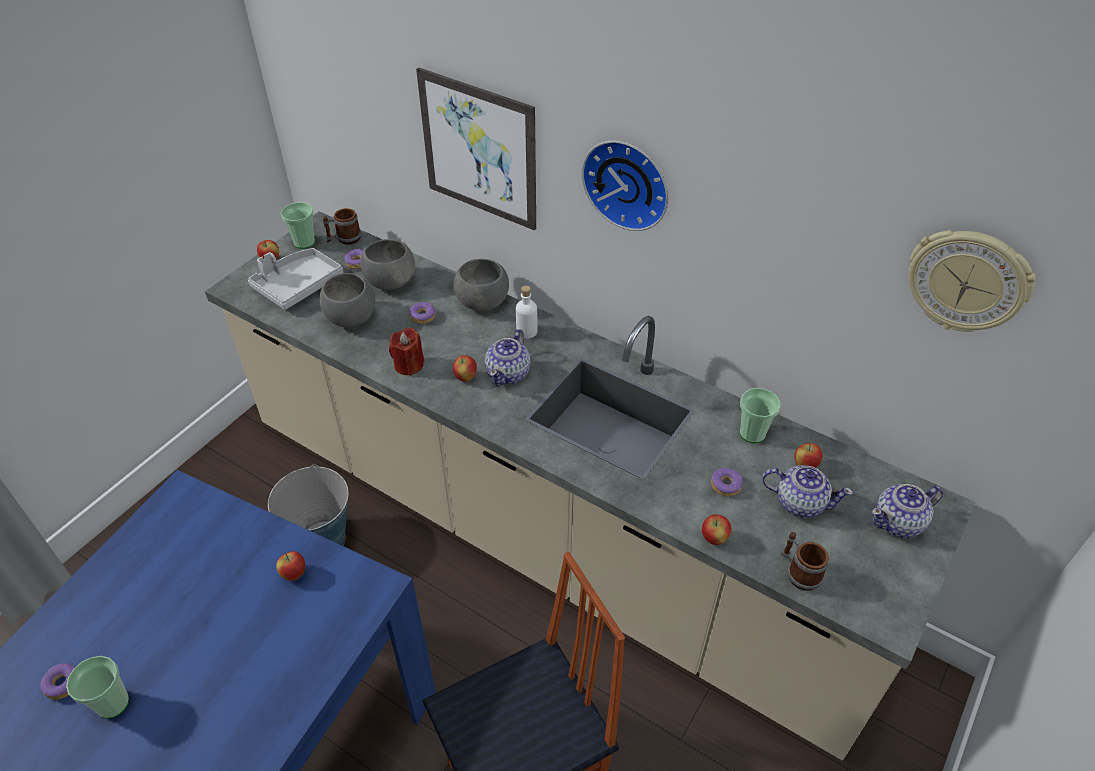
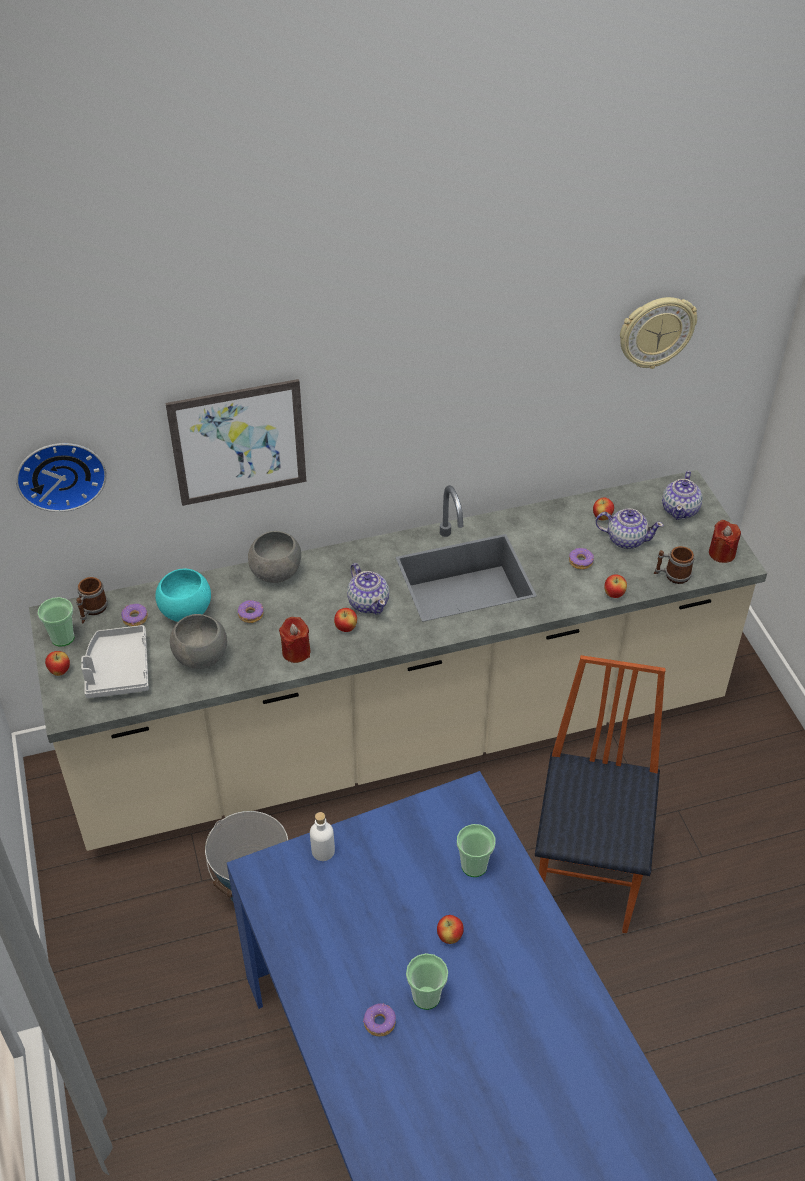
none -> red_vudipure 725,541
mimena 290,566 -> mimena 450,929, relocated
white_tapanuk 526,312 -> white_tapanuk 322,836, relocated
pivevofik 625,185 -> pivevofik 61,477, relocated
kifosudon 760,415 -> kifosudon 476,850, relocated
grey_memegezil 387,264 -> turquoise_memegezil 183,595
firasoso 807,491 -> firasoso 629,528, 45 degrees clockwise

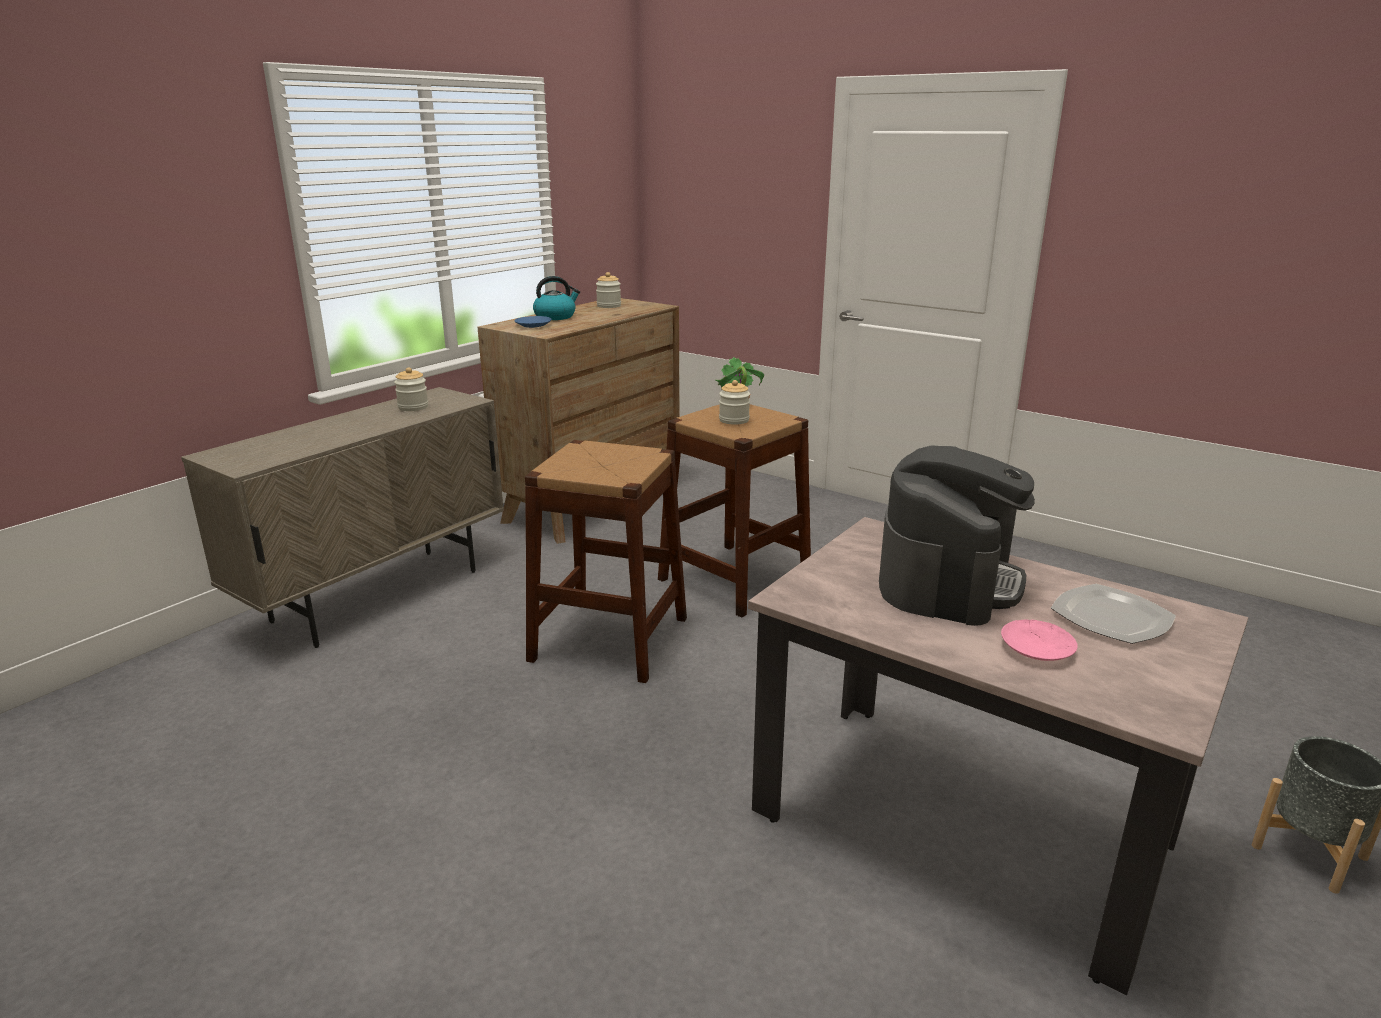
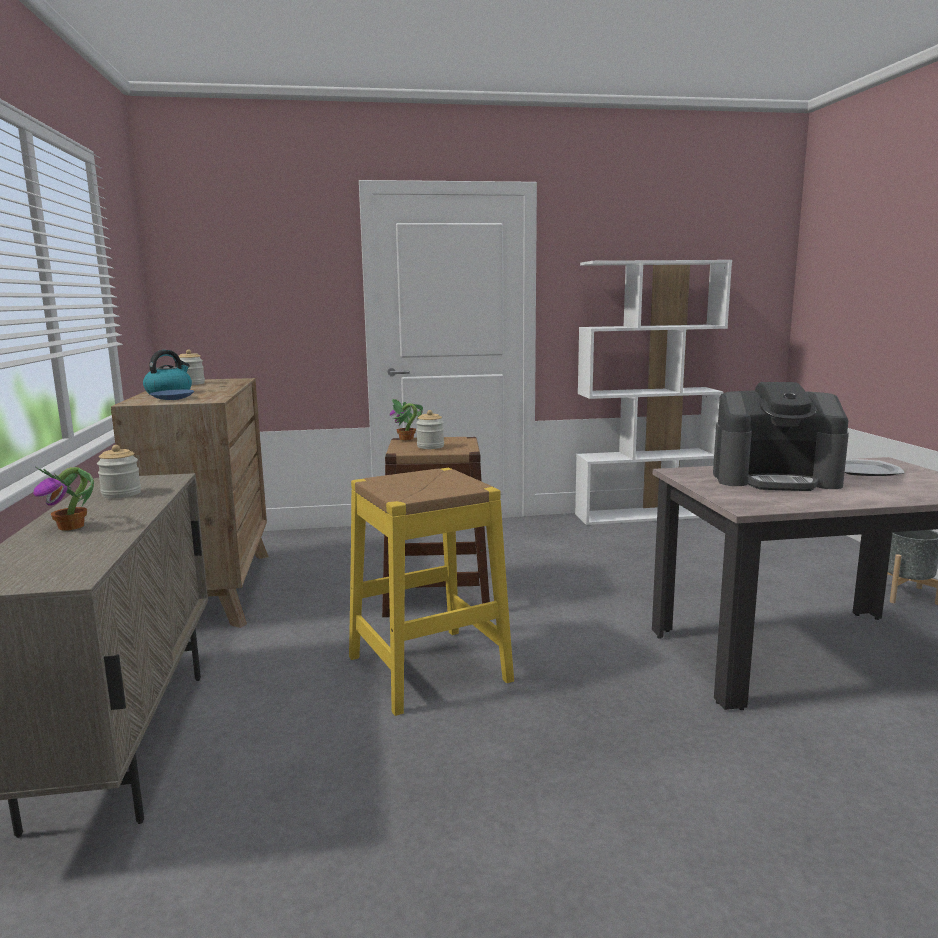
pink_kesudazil 1039,640 -> none
none -> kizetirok 63,499
none -> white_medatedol 653,392
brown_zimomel 606,561 -> yellow_zimomel 431,592
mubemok 957,535 -> mubemok 781,436, 120 degrees clockwise

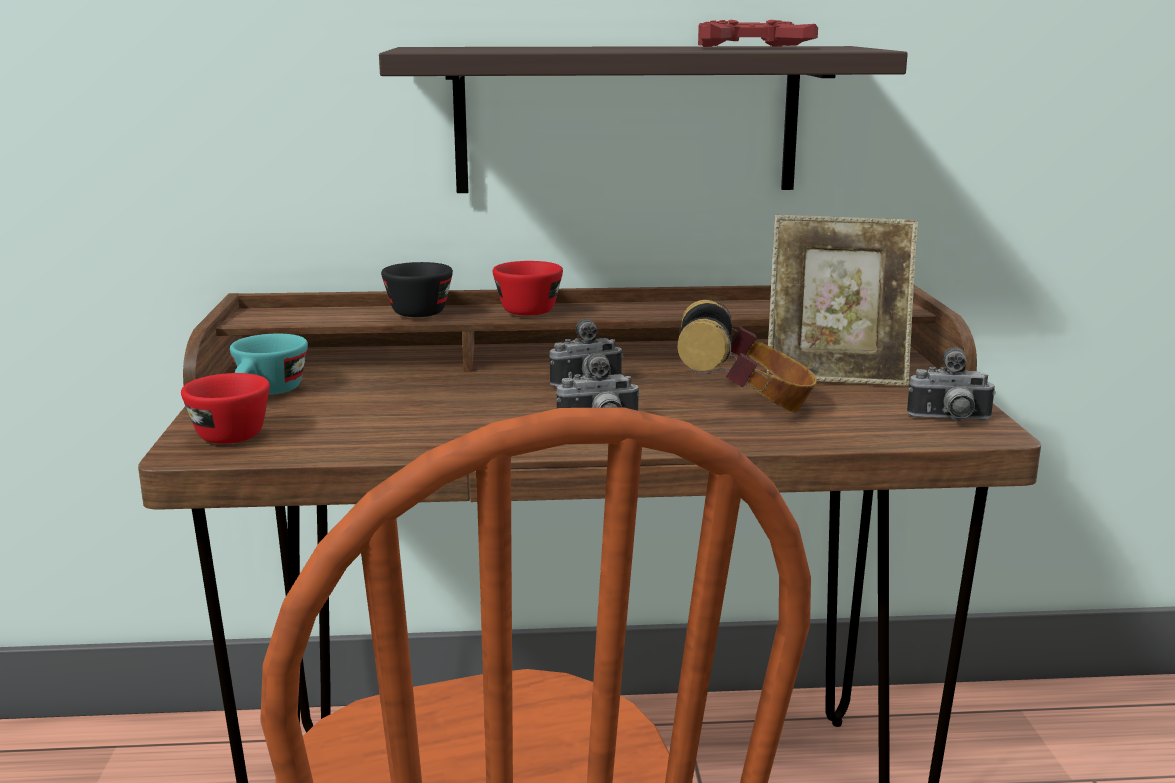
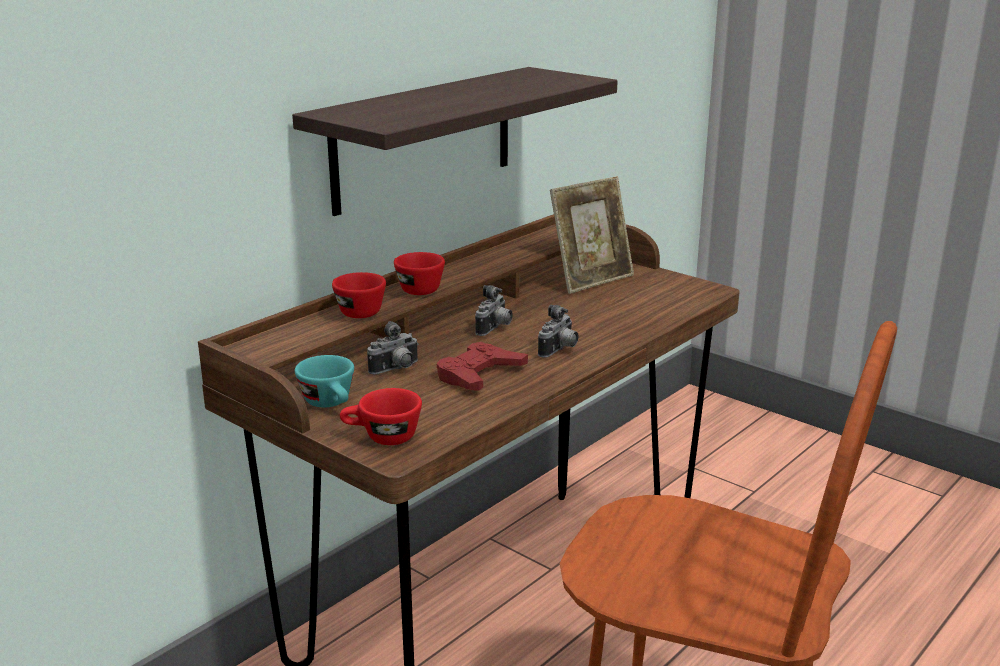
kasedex 747,356 -> none
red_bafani 758,33 -> red_bafani 482,366, relocated
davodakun 951,384 -> davodakun 393,348, relocated
black_kifosudon 417,289 -> red_kifosudon 359,295

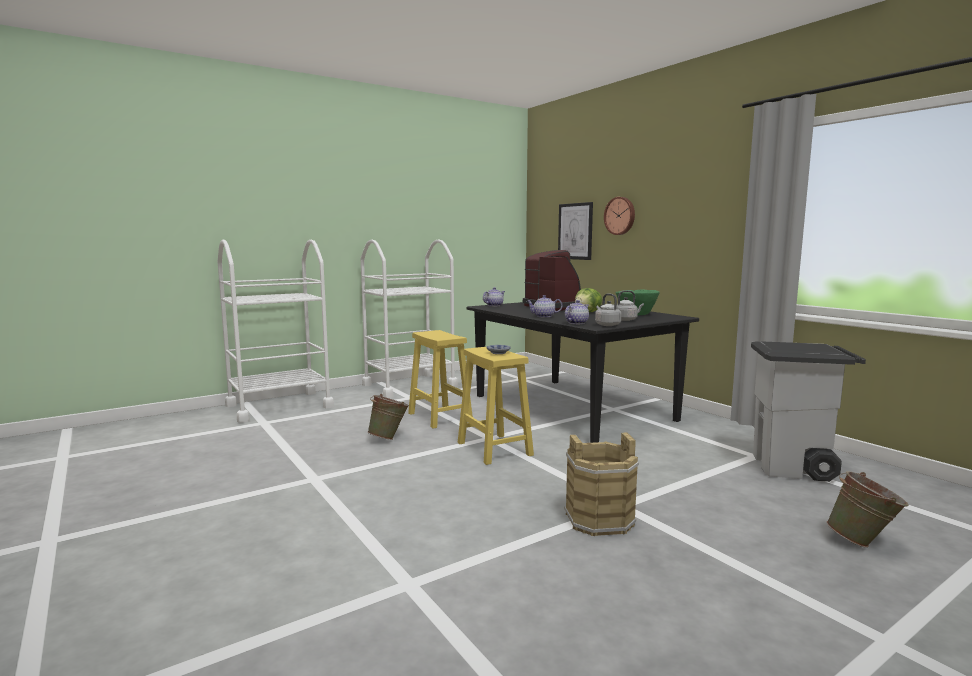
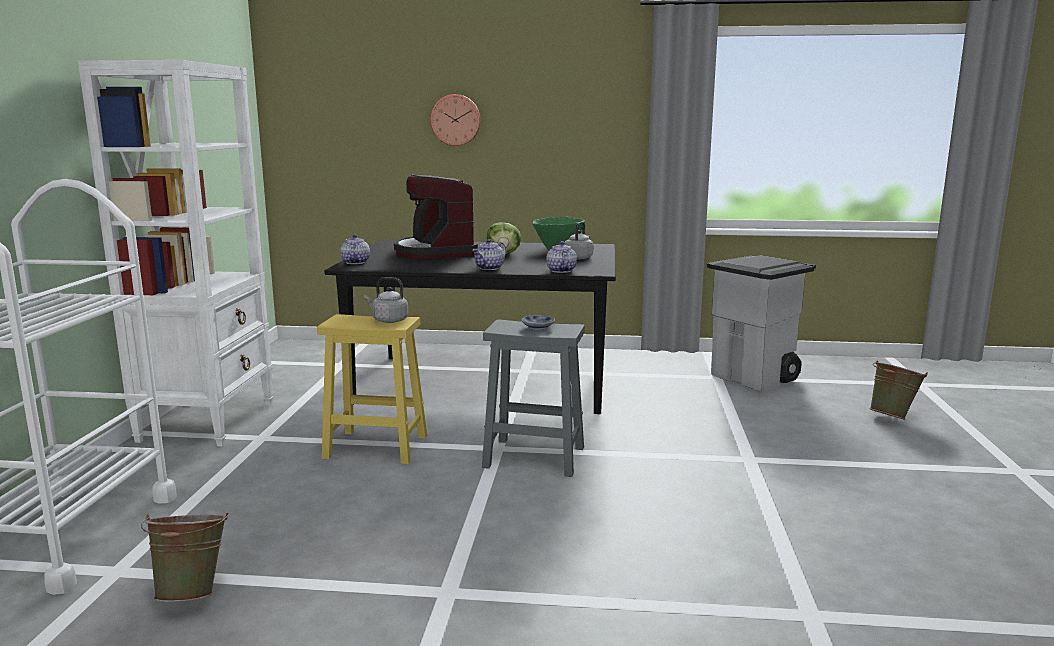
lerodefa 575,231 -> none
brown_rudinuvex 602,484 -> none
green_rudinuvex 388,417 -> green_rudinuvex 184,557, relocated
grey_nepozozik 608,310 -> grey_nepozozik 386,300, relocated
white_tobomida 409,318 -> white_medatedol 175,253
yellow_zimomel 496,406 -> grey_zimomel 533,398
mubemok 552,280 -> mubemok 436,216, 120 degrees counterclockwise

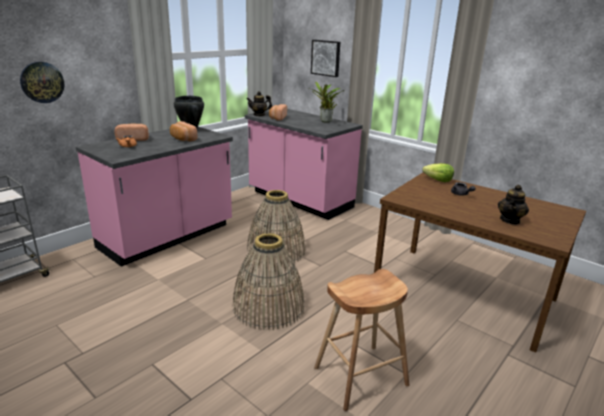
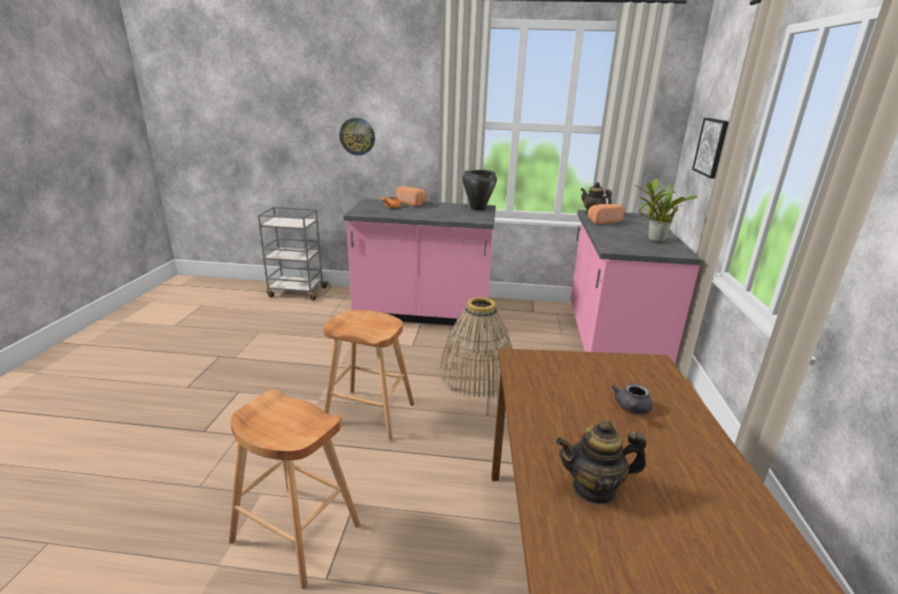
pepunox 183,131 -> none
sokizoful 438,172 -> none
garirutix 269,281 -> brown_zimomel 368,375

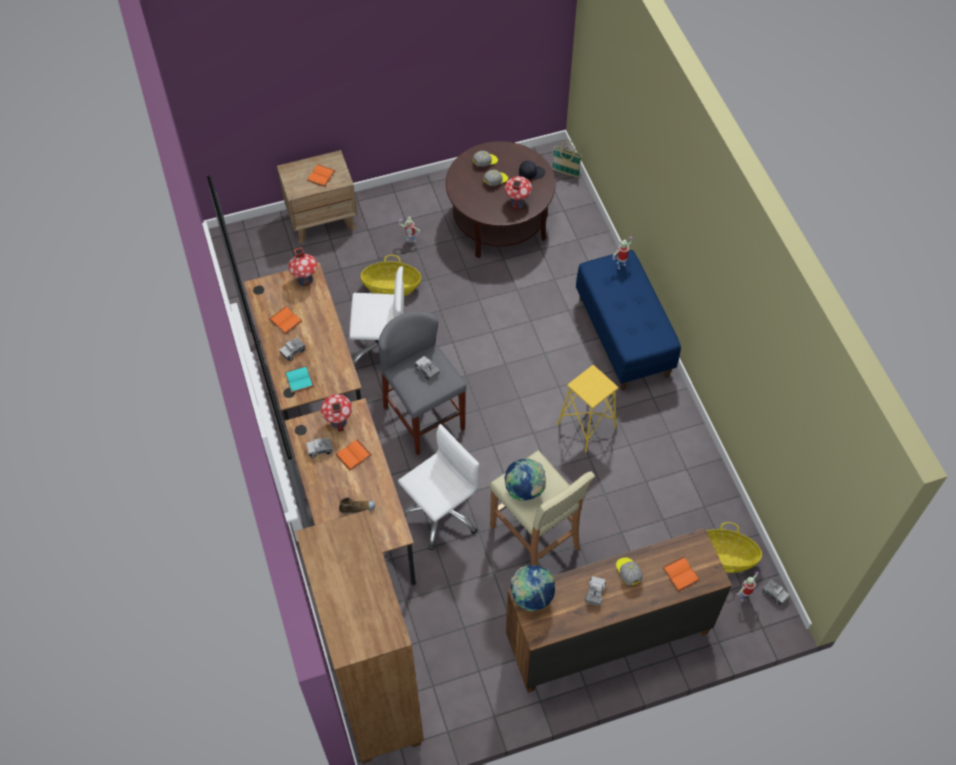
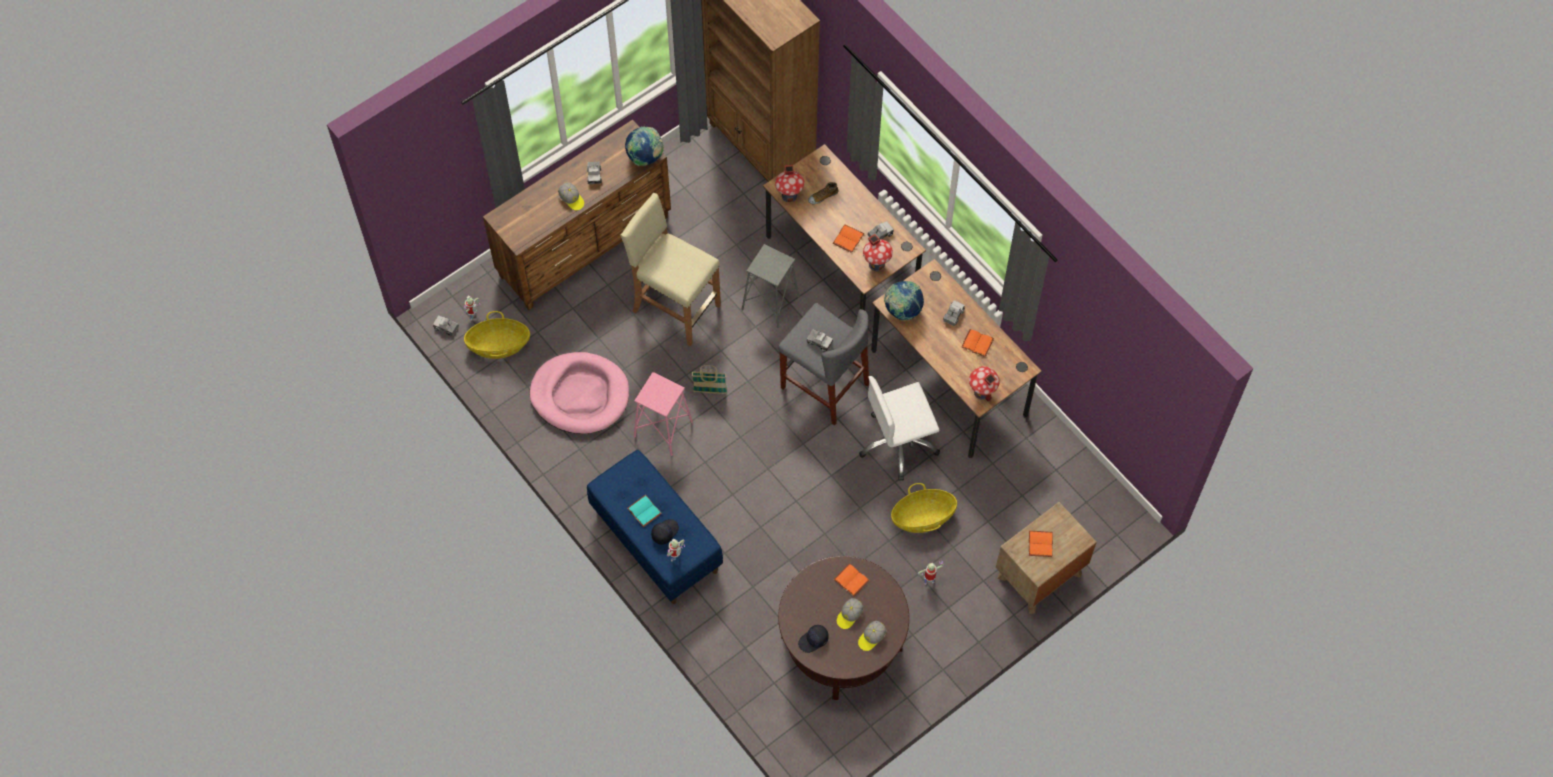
none -> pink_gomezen 579,393
none -> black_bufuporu 665,532
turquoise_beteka 299,379 -> turquoise_beteka 644,511, relocated
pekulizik 518,193 -> pekulizik 789,183, relocated
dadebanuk 525,479 -> dadebanuk 904,300, relocated
garirutix 567,158 -> garirutix 709,379, relocated
orange_beteka 681,574 -> orange_beteka 852,580, relocated
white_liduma 438,487 -> grey_zimomel 770,286
yellow_zimomel 588,408 -> pink_zimomel 663,414

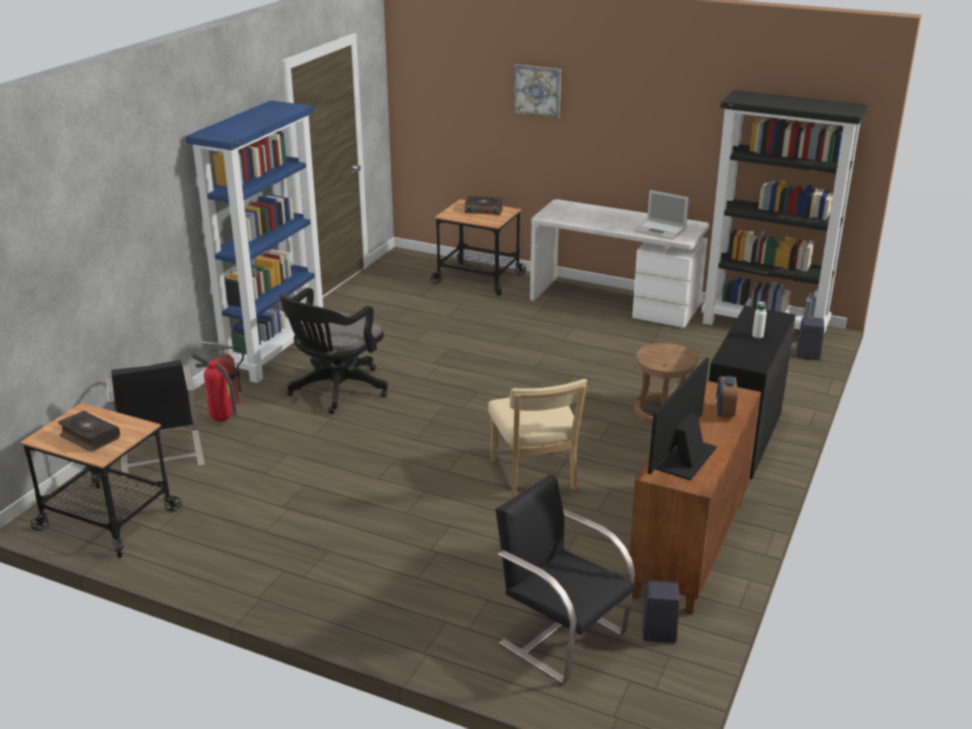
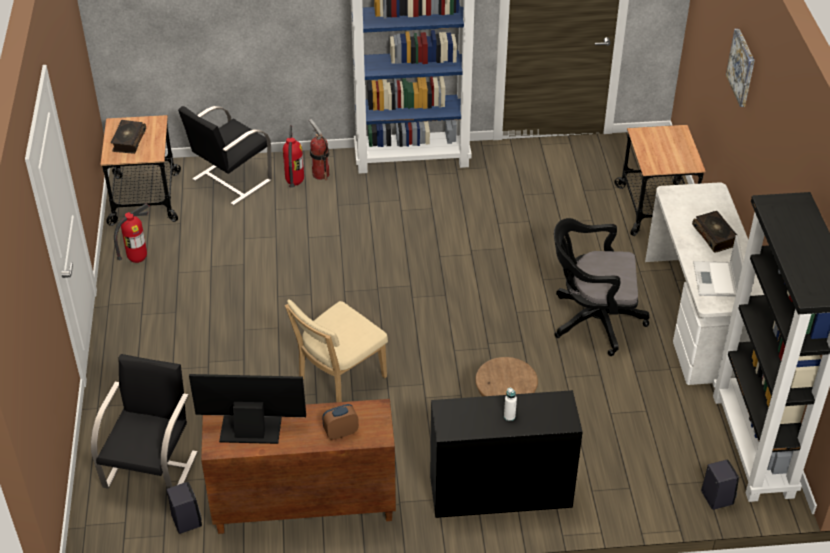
none -> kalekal 131,233
black_liduma 333,351 -> black_liduma 601,287, relocated
beteka 484,205 -> beteka 714,231, relocated

